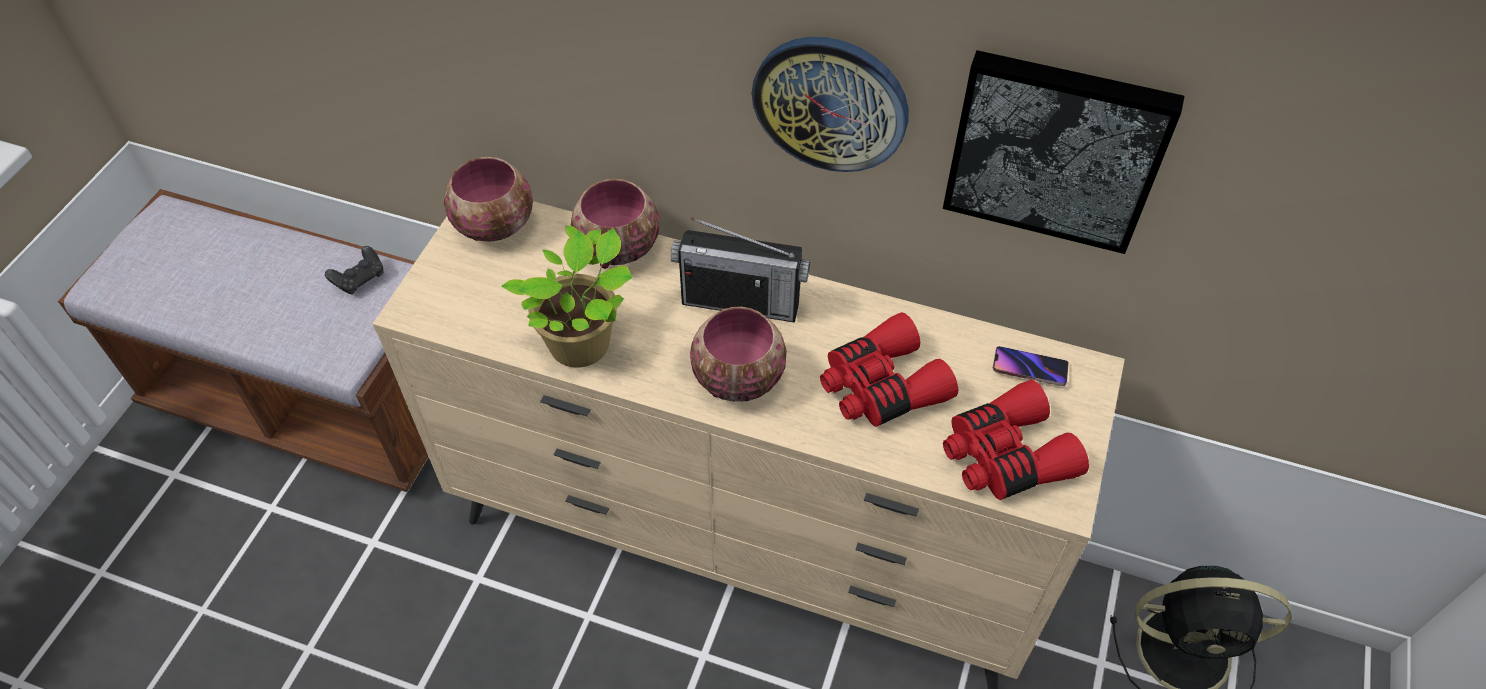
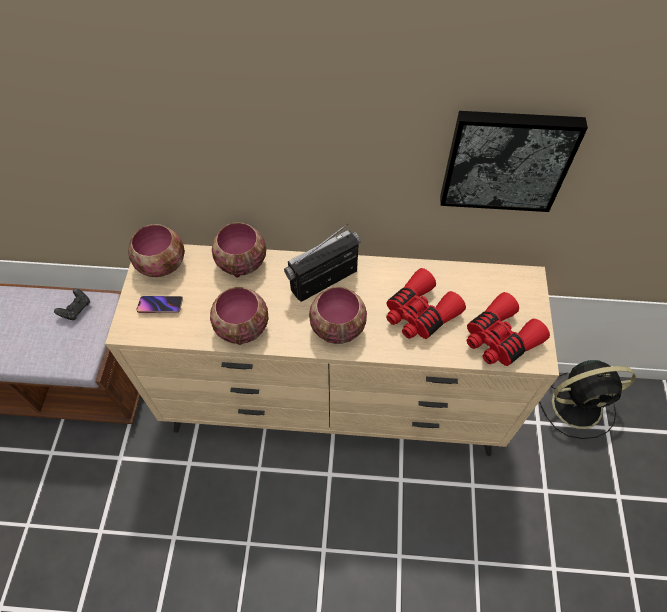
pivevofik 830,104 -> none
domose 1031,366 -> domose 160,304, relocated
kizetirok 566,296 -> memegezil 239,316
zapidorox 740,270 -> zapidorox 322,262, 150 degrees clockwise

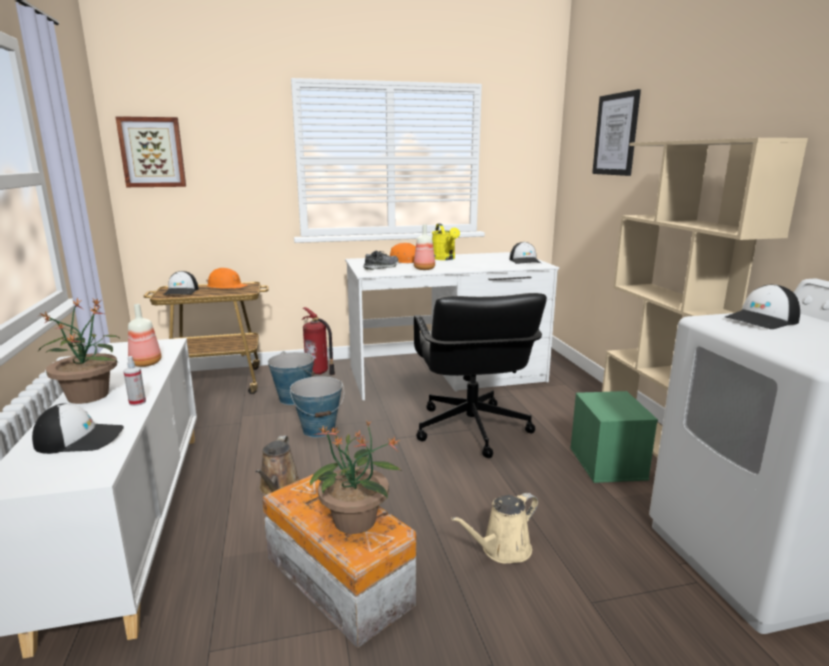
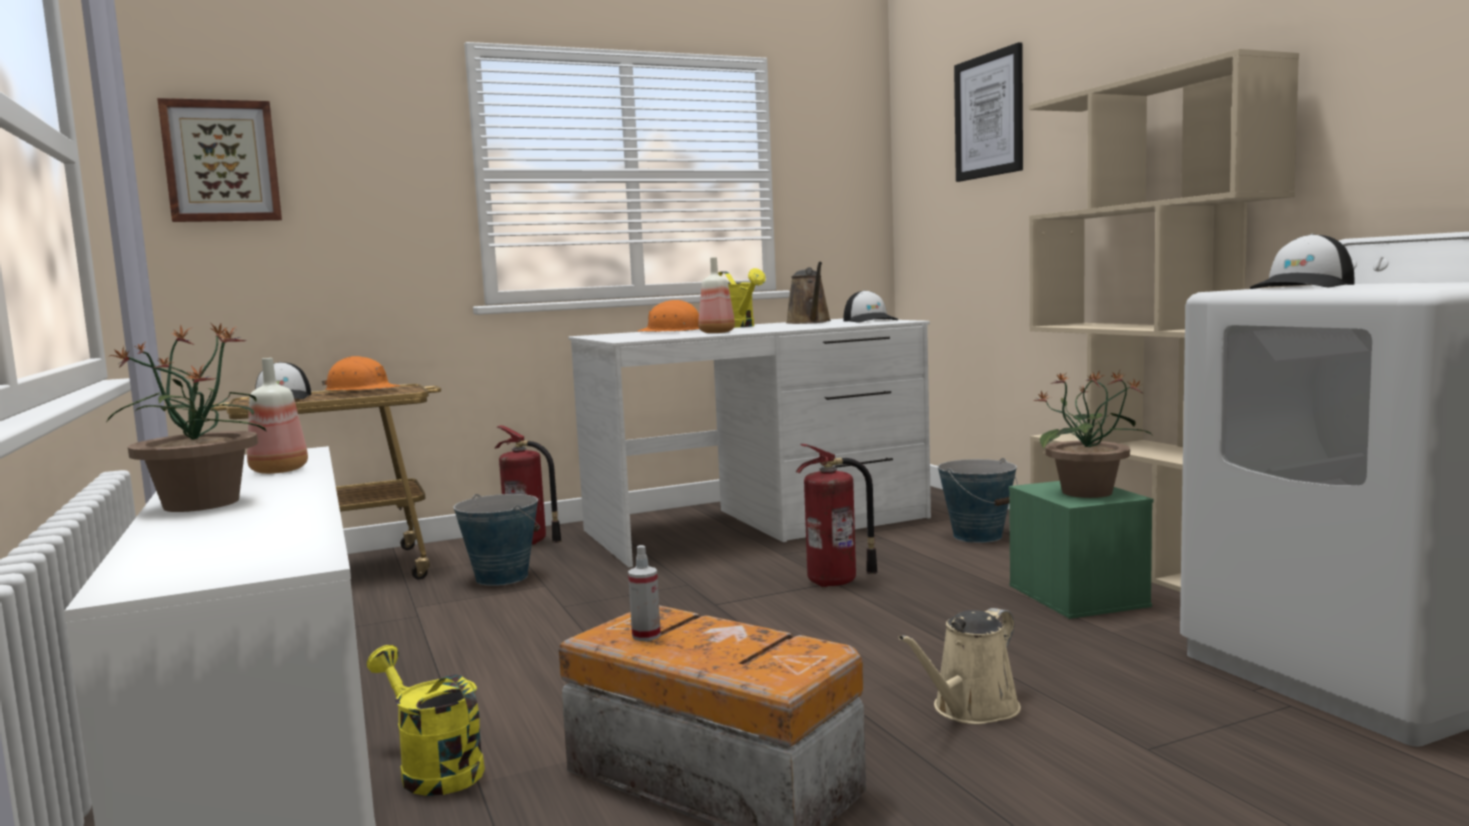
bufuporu 78,429 -> none
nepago 381,260 -> none
none -> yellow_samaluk 426,720
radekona 134,381 -> radekona 644,593, relocated
brown_samaluk 277,465 -> brown_samaluk 808,292, relocated
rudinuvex 317,407 -> rudinuvex 978,500, relocated
kizetirok 355,477 -> kizetirok 1092,434, relocated
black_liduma 480,375 -> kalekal 837,515

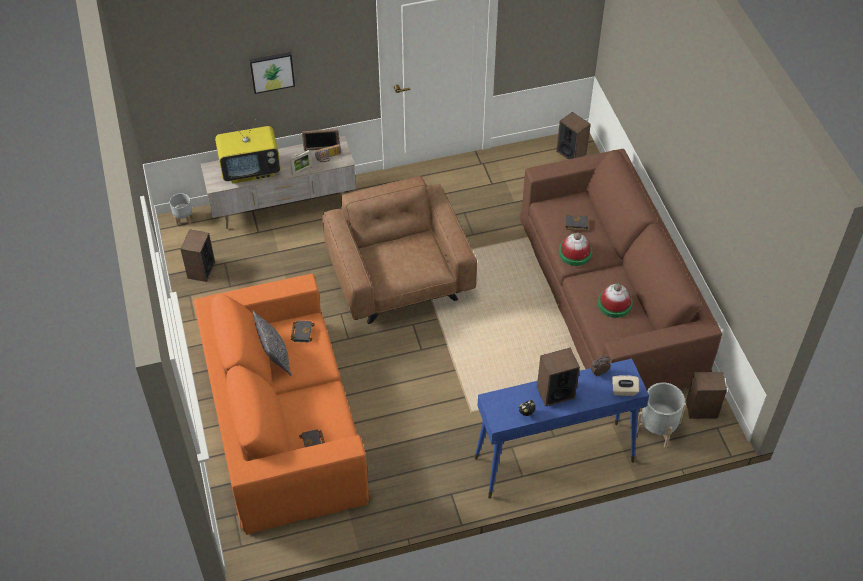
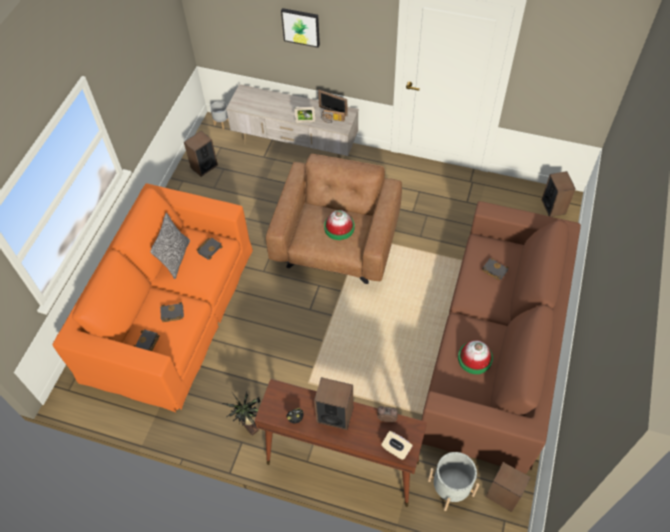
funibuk 248,151 -> none
none -> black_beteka 172,312
none -> kizetirok 241,413
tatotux 575,249 -> tatotux 339,225, relocated
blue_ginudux 562,428 -> brown_ginudux 340,443

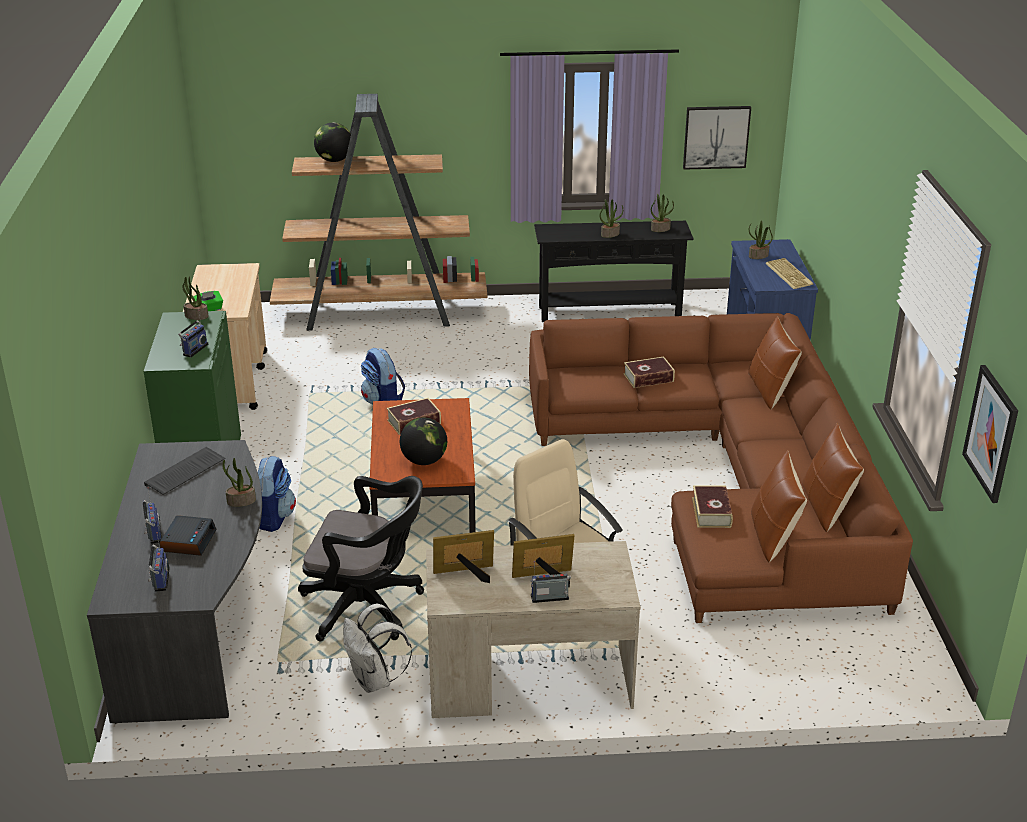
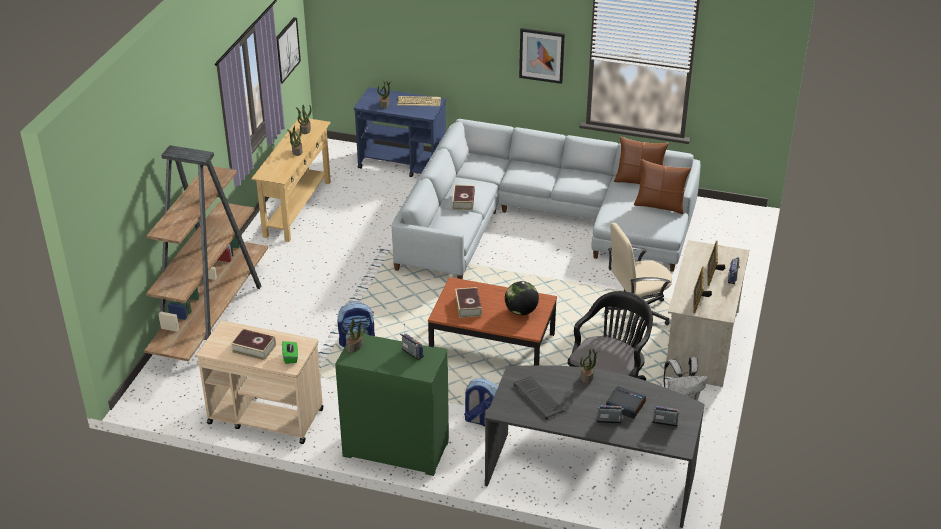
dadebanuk 332,142 -> none
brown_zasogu 775,362 -> none
beteka 712,506 -> beteka 253,345, relocated
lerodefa 990,434 -> lerodefa 542,56, relocated
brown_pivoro 721,468 -> grey_pivoro 546,199
black_ginudux 614,271 -> beige_ginudux 291,179

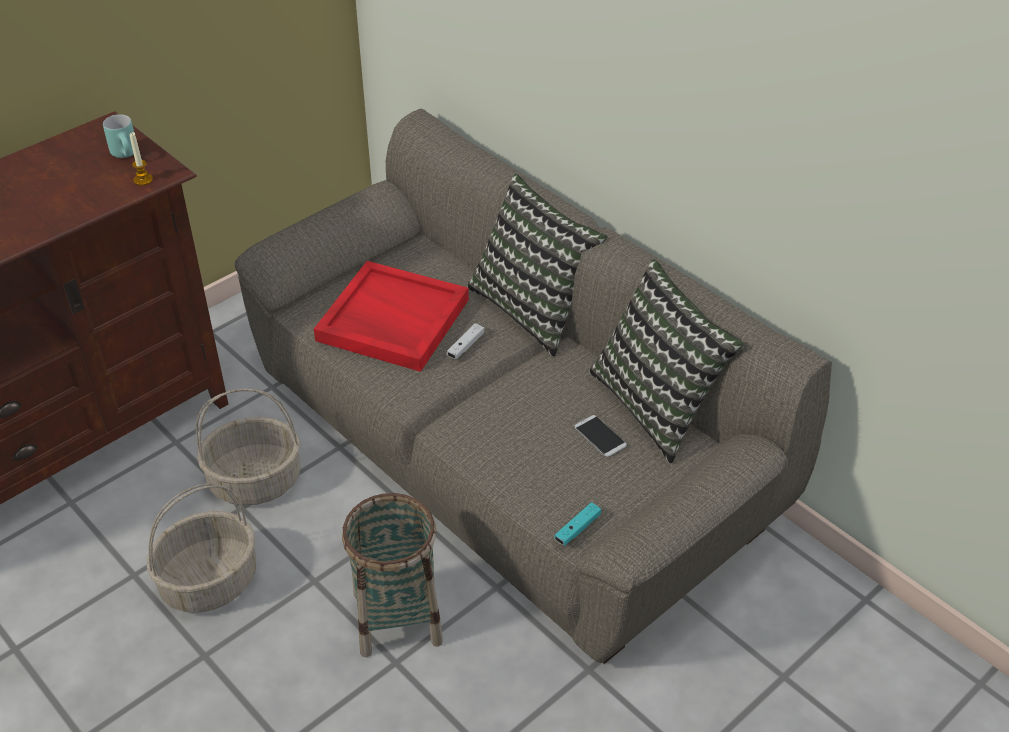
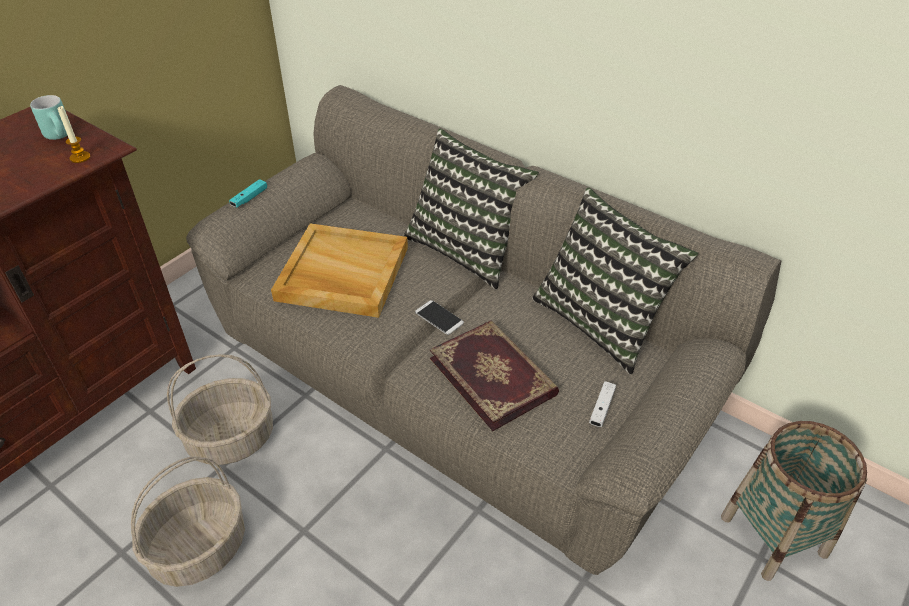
none -> beteka 494,375
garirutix 392,575 -> garirutix 794,501, relocated
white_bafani 465,341 -> white_bafani 602,404, relocated
turquoise_bafani 577,524 -> turquoise_bafani 248,193, relocated
domose 600,436 -> domose 439,317, relocated
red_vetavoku 391,316 -> beige_vetavoku 339,270

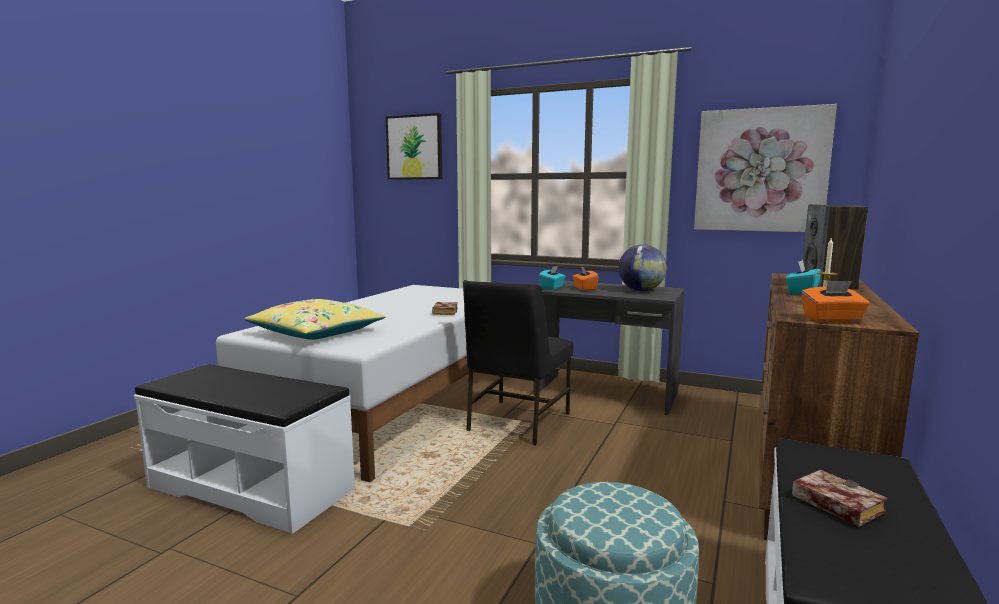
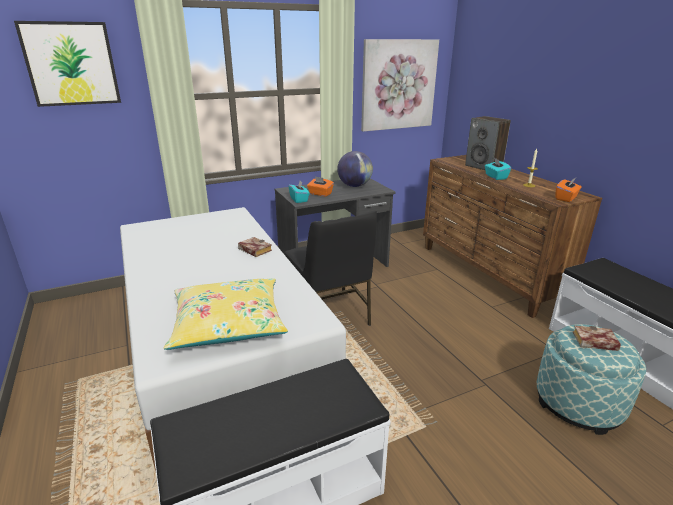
beteka 840,498 -> beteka 597,338, relocated

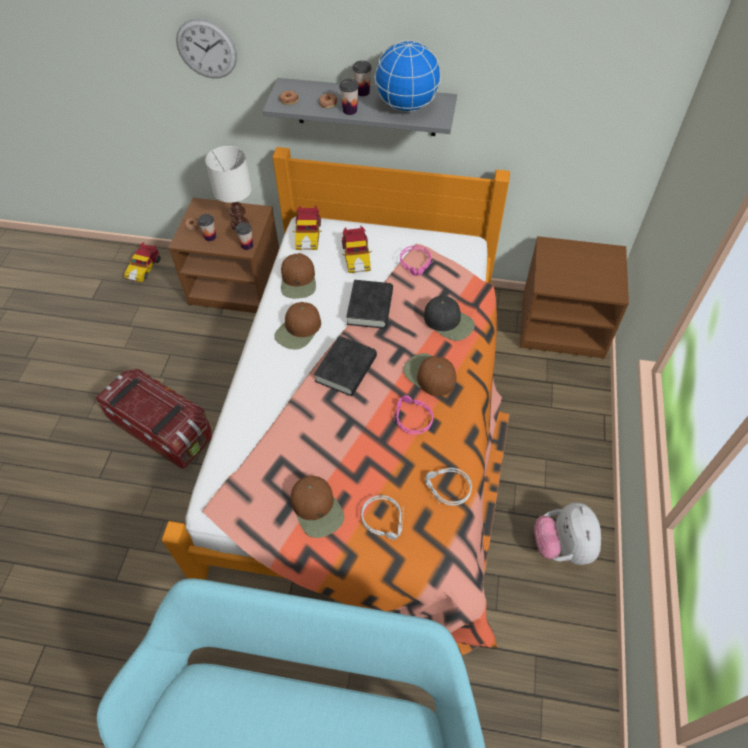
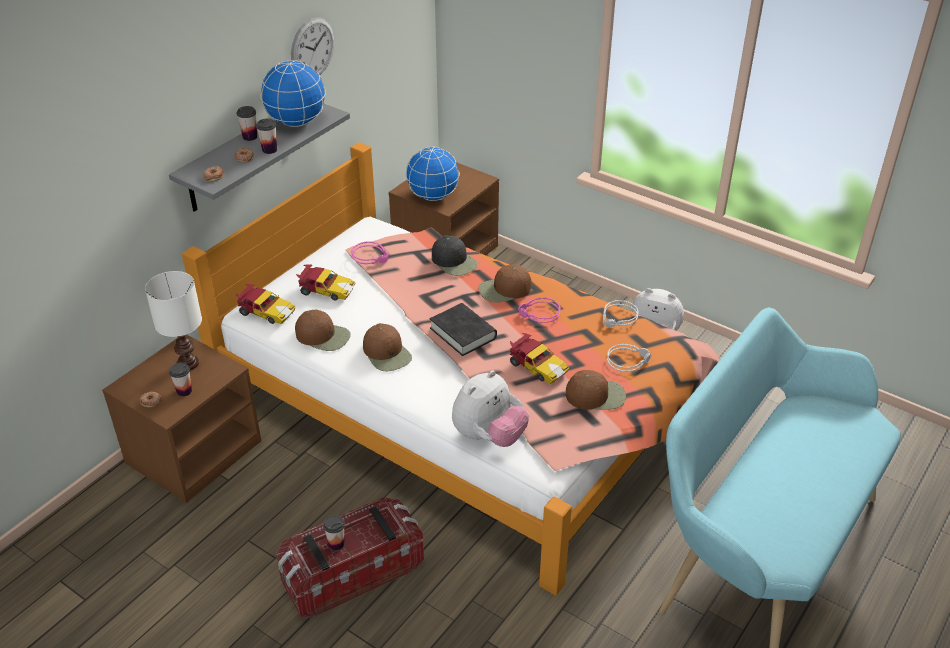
black_beteka 369,304 -> none
none -> dadebanuk 433,174
none -> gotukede 490,408
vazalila 142,262 -> vazalila 539,358, relocated
pivevofik 206,48 -> pivevofik 312,46, relocated
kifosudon 244,236 -> kifosudon 334,532, relocated
black_bufuporu 449,318 -> black_bufuporu 455,255, 75 degrees clockwise

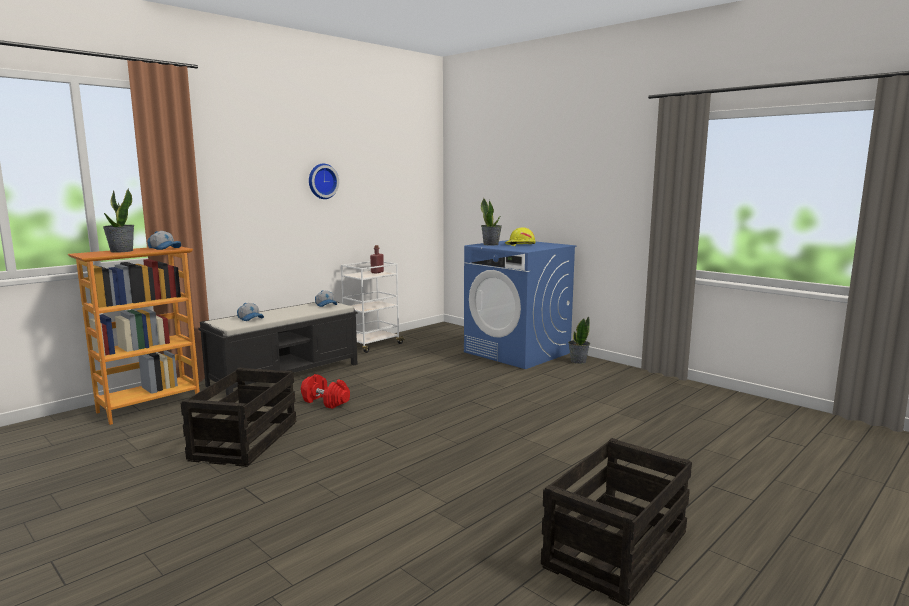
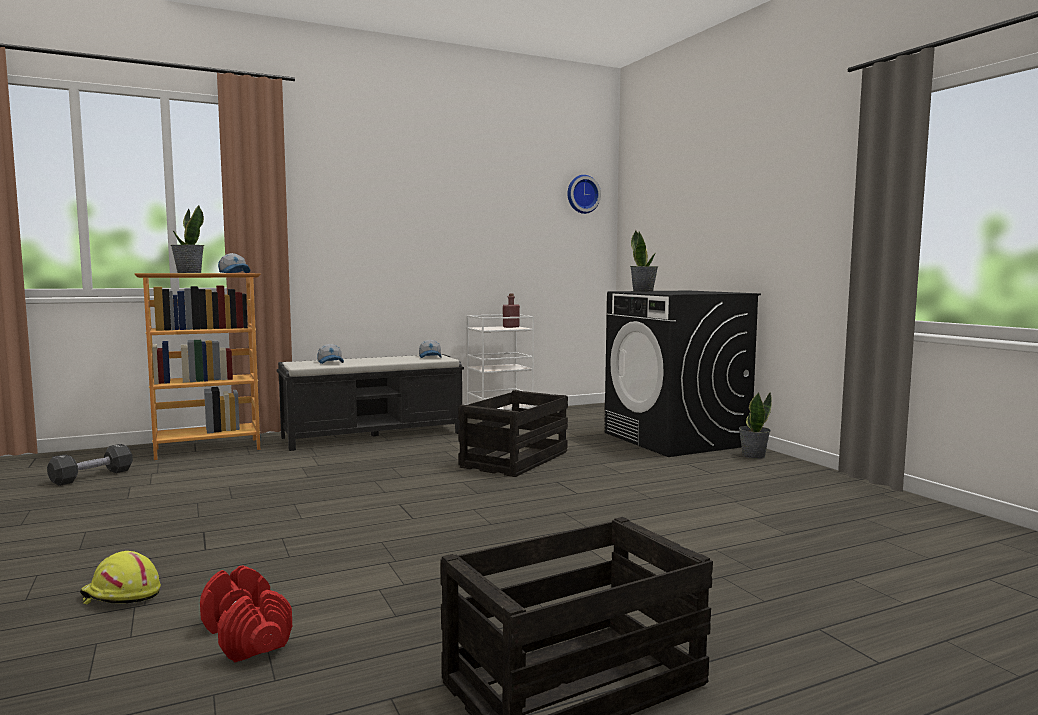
none -> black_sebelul 90,465
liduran 238,417 -> liduran 513,433, relocated
red_sebelul 325,391 -> red_sebelul 246,613, relocated
pivevofik 324,181 -> pivevofik 584,194, relocated
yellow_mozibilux 520,236 -> yellow_mozibilux 120,577, relocated
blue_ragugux 520,304 -> black_ragugux 682,374

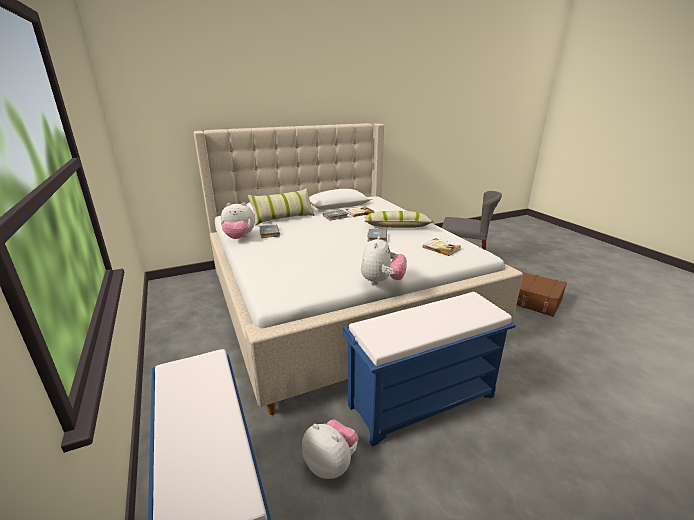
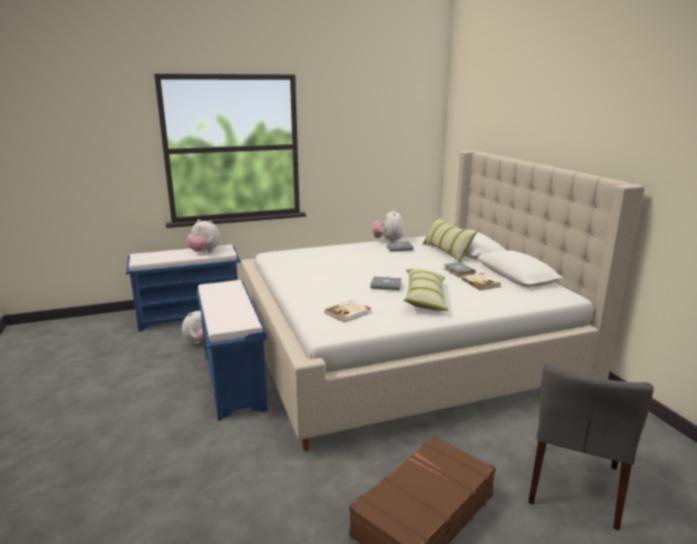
gotukede 384,260 -> gotukede 203,235, relocated

